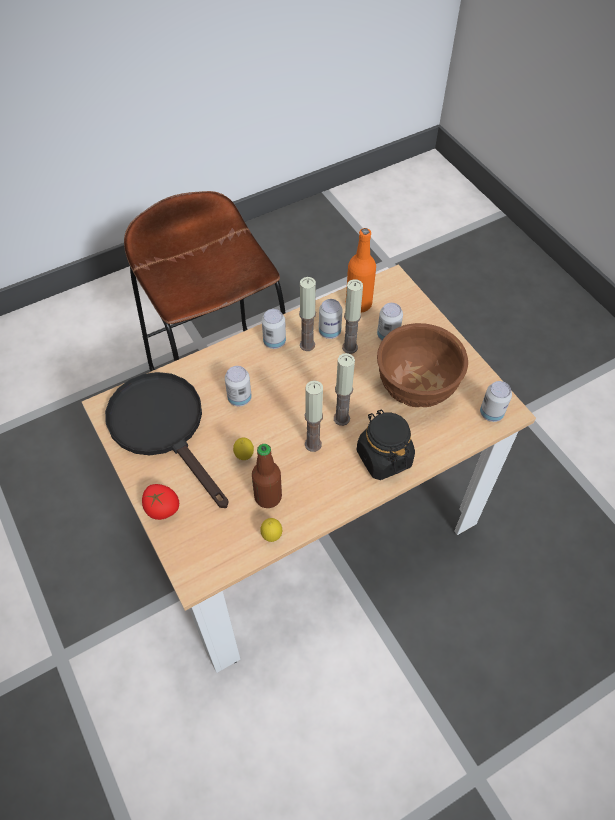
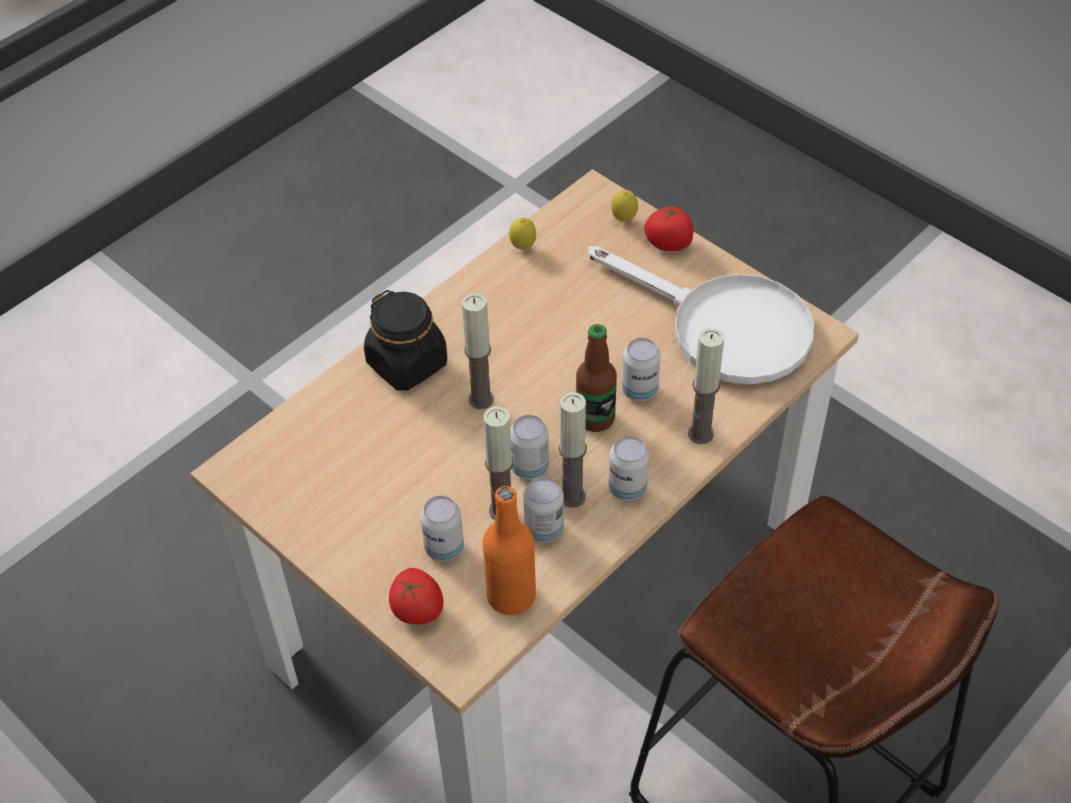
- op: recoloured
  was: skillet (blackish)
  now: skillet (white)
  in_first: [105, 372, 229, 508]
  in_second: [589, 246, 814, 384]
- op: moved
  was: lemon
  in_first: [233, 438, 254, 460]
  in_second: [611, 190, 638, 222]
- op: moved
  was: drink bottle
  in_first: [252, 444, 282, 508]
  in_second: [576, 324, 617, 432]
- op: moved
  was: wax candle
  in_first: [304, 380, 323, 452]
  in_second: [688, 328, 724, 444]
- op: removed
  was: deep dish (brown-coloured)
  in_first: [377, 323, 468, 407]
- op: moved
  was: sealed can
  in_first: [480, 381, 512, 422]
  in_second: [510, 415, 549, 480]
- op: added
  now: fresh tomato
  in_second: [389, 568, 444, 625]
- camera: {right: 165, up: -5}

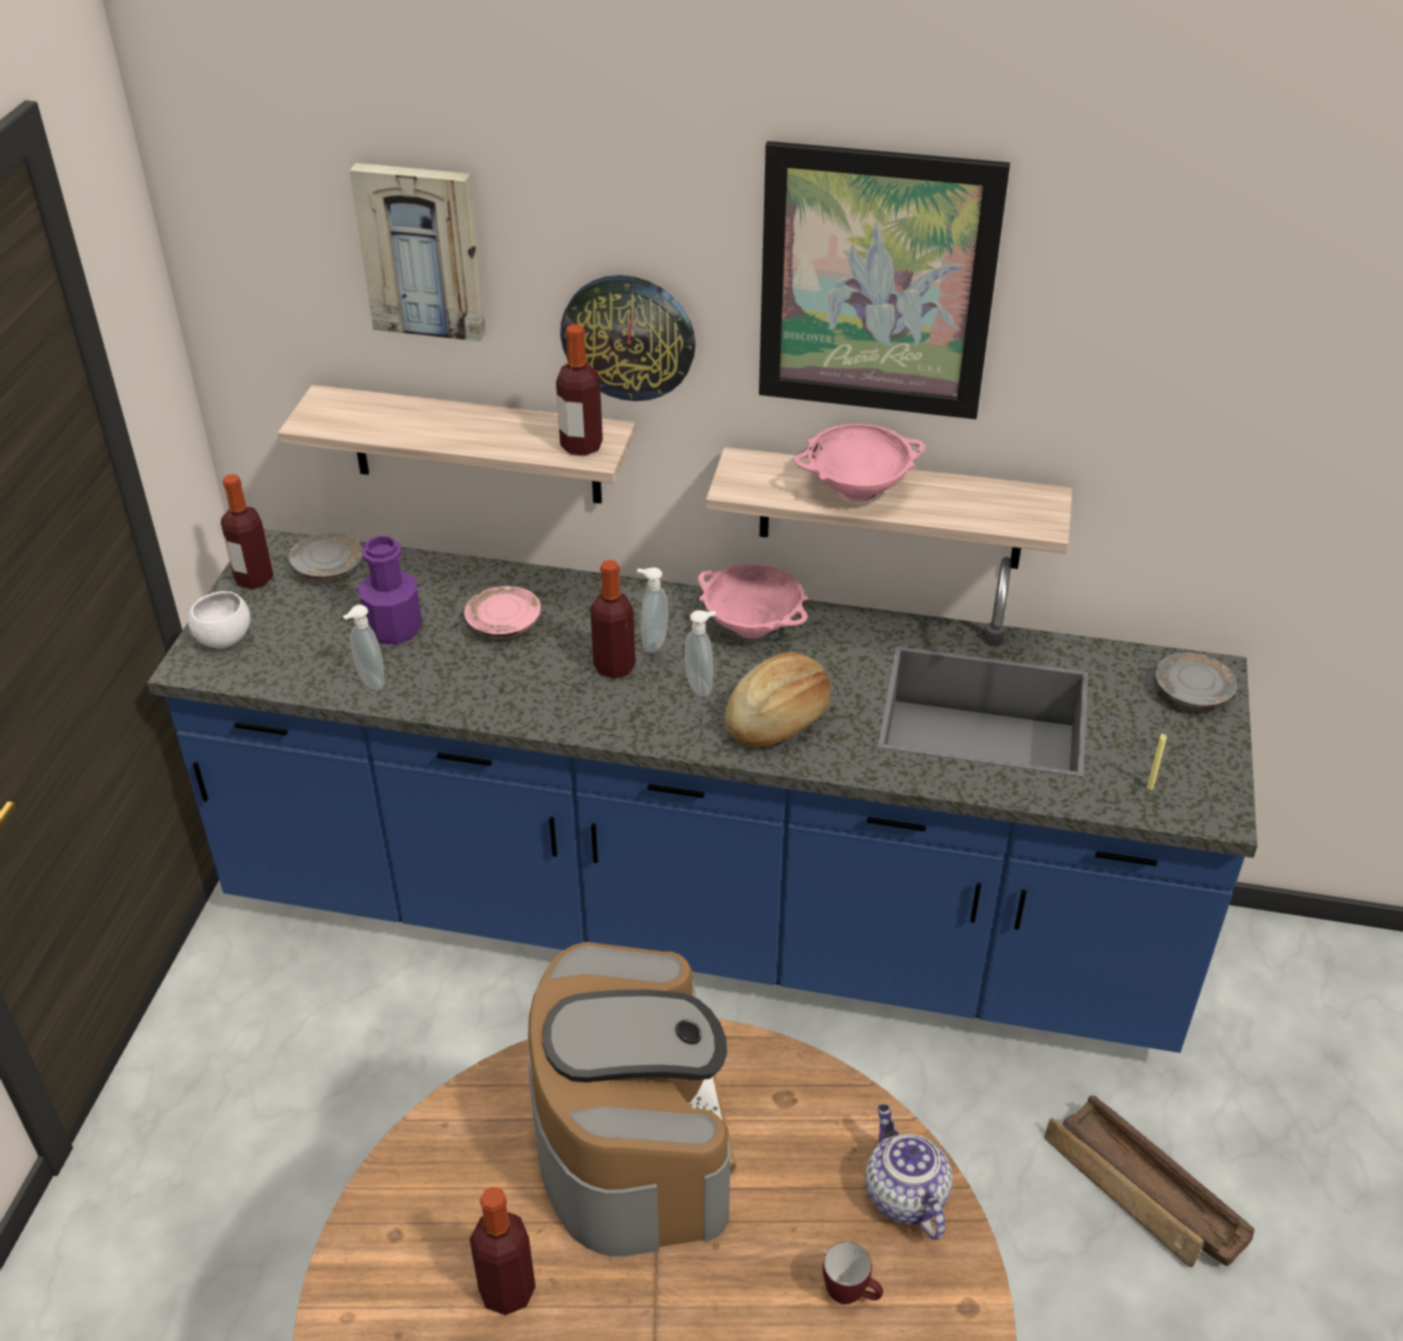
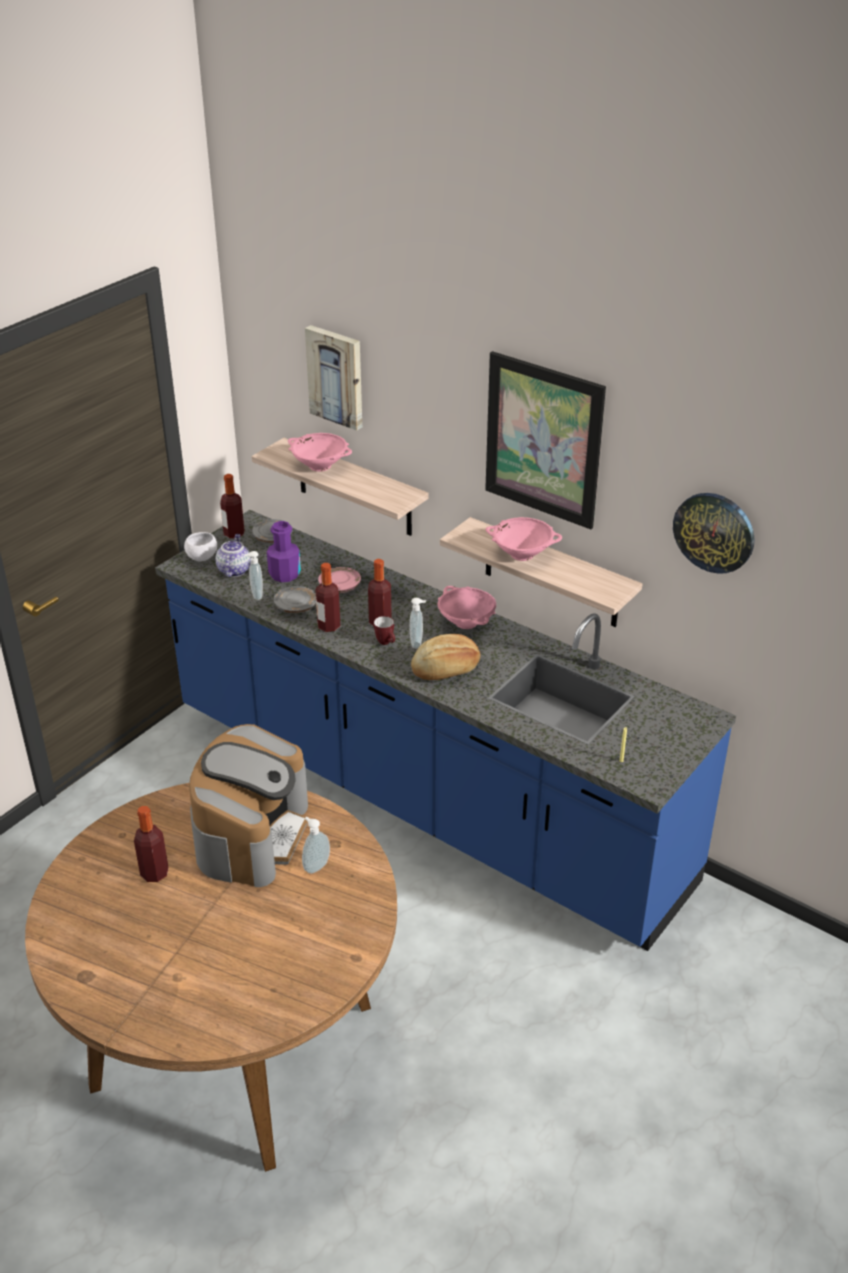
- op: moved
  was: drink bottle
  in_first: [556, 324, 603, 456]
  in_second: [316, 563, 340, 632]
- op: moved
  was: wall clock
  in_first: [560, 275, 696, 401]
  in_second: [673, 493, 755, 574]
- op: moved
  was: liquid soap bottle
  in_first: [637, 567, 668, 653]
  in_second: [302, 817, 330, 874]
- op: moved
  was: tea mug
  in_first: [823, 1242, 883, 1304]
  in_second: [374, 616, 395, 645]
- op: moved
  was: pot for tea
  in_first: [865, 1104, 952, 1240]
  in_second: [215, 534, 251, 577]
- op: removed
  was: packing crate
  in_first: [1044, 1096, 1254, 1267]
- op: moved
  was: flat dish (gray)
  in_first: [1155, 653, 1237, 709]
  in_second: [274, 586, 316, 614]
- op: added
  now: deep dish (pink-coloured)
  in_second: [288, 433, 352, 472]
- camera: {right: 25, up: -5}

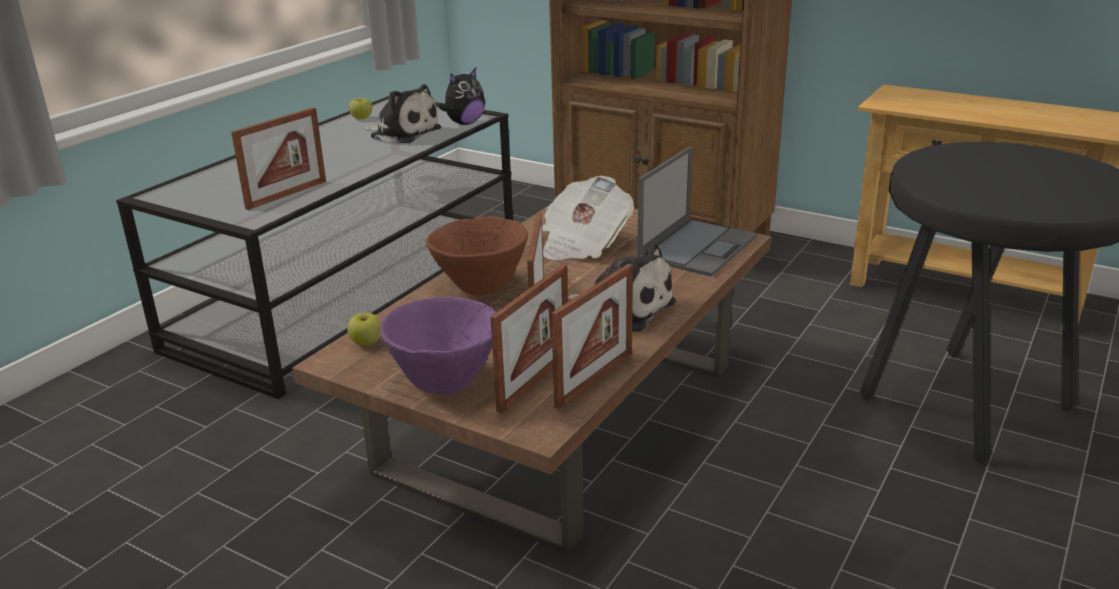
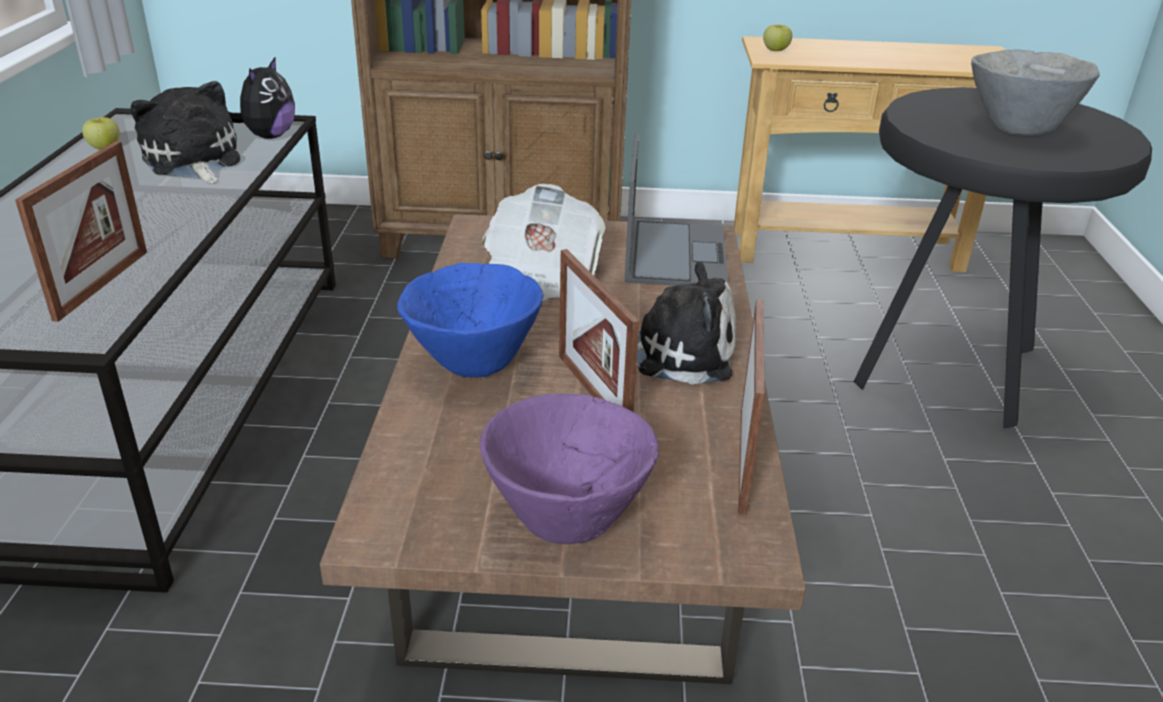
- op: moved
  was: apple
  in_first: [347, 313, 381, 346]
  in_second: [763, 24, 792, 51]
- op: turned
  was: soft toy
  in_first: [363, 84, 442, 144]
  in_second: [131, 81, 240, 184]
  clockwise: -120
- op: recoloured
  was: deep dish (brown-coloured)
  now: deep dish (bluish)
  in_first: [426, 216, 528, 295]
  in_second: [397, 263, 543, 378]
- op: removed
  was: standing frame
  in_first: [491, 264, 568, 413]
- op: added
  now: deep dish (gray)
  in_second: [971, 49, 1100, 136]
- camera: {right: -30, up: 5}

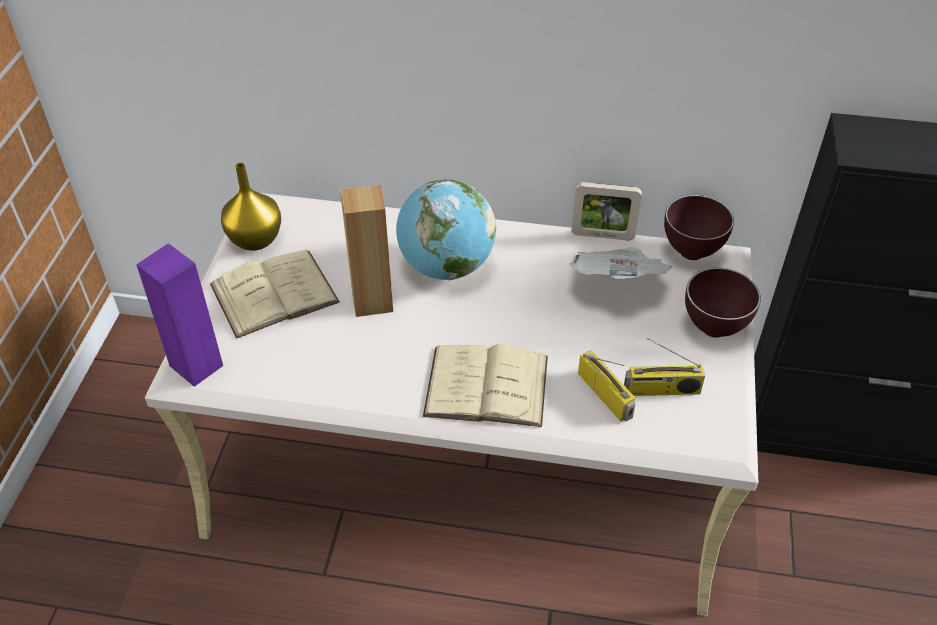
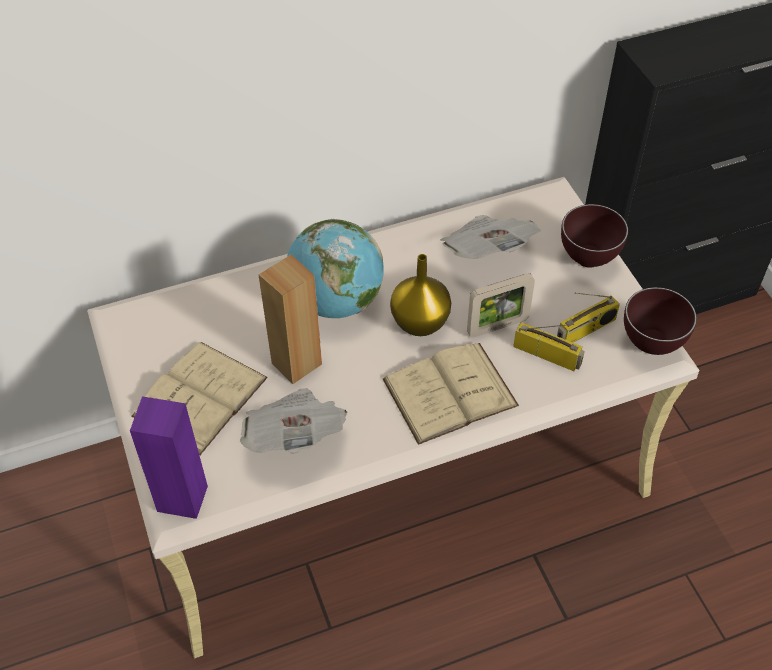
- op: moved
  was: decorative vase (yellowish)
  in_first: [221, 163, 281, 251]
  in_second: [390, 254, 451, 336]
- op: moved
  was: standing frame
  in_first: [572, 182, 642, 240]
  in_second: [467, 273, 535, 337]
- op: moved
  was: deep dish (brown-coloured)
  in_first: [664, 195, 734, 260]
  in_second: [624, 287, 697, 355]
- op: added
  now: daily paper
  in_second: [240, 388, 348, 454]
- camera: {right: -30, up: 5}

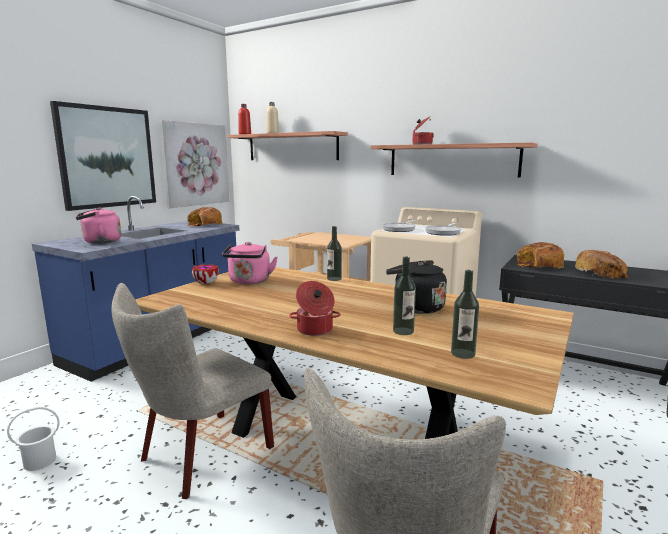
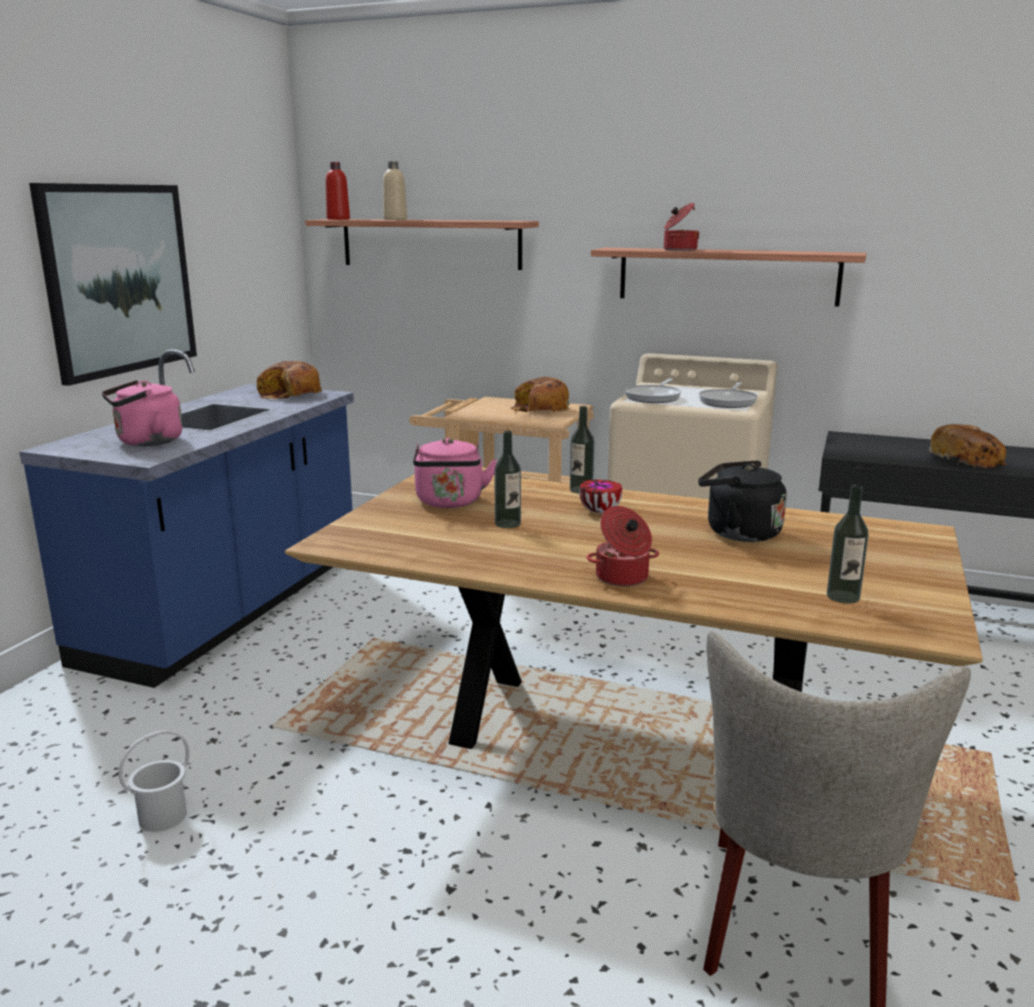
- op: removed
  was: plain chair (beige-coloured)
  in_first: [112, 283, 274, 499]
- op: removed
  was: wall picture
  in_first: [160, 120, 229, 208]
- op: moved
  was: deep dish
  in_first: [192, 264, 219, 284]
  in_second: [579, 480, 622, 513]
- op: moved
  was: drink bottle
  in_first: [393, 257, 416, 335]
  in_second: [494, 431, 521, 528]
- op: moved
  was: bread
  in_first: [516, 242, 564, 268]
  in_second: [511, 377, 570, 412]
- camera: {right: -10, up: 5}

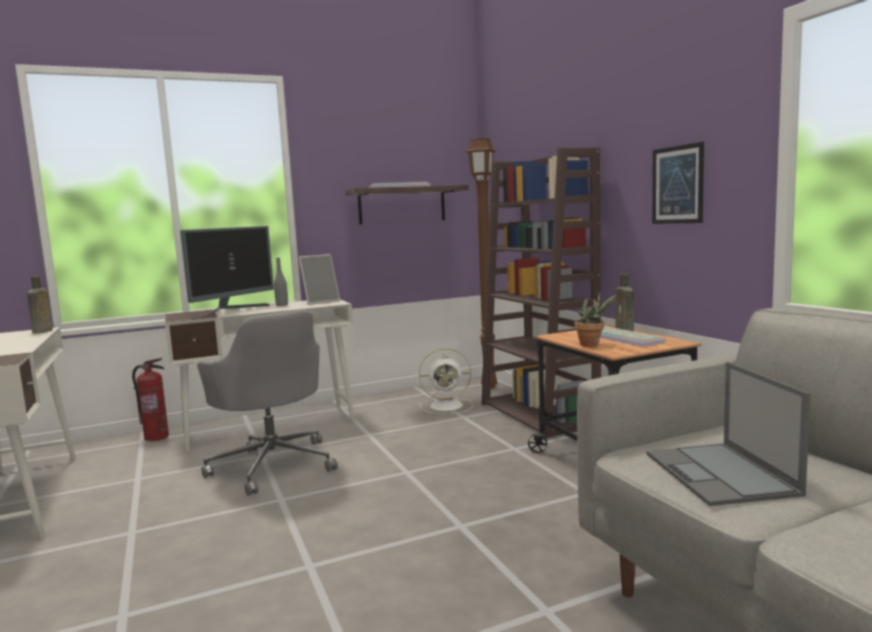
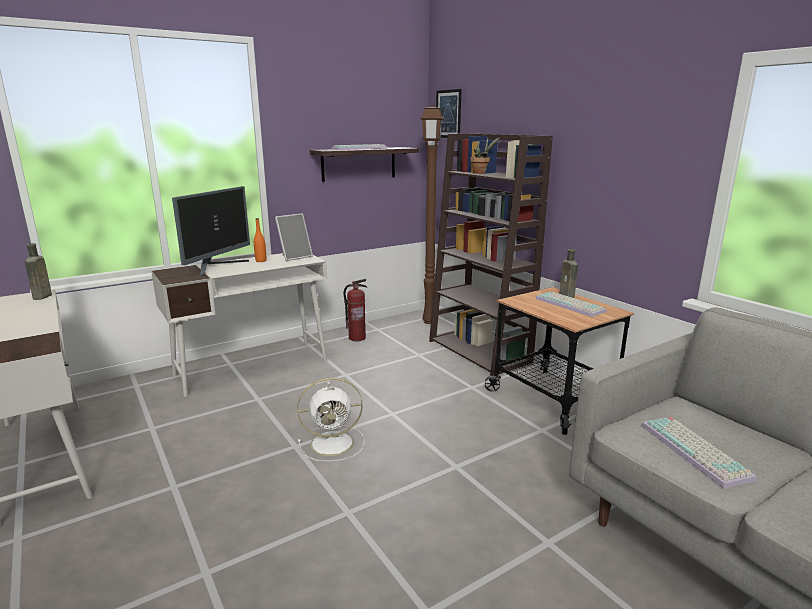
- op: moved
  was: fire extinguisher
  in_first: [132, 358, 169, 441]
  in_second: [343, 279, 367, 341]
- op: removed
  was: desk chair (gray)
  in_first: [197, 310, 338, 496]
- op: recoloured
  was: drink bottle (gray)
  now: drink bottle (orangey)
  in_first: [274, 258, 288, 306]
  in_second: [254, 218, 266, 262]
- op: moved
  was: electric fan (white)
  in_first: [419, 348, 473, 414]
  in_second: [297, 377, 365, 462]
- op: moved
  was: potted plant
  in_first: [575, 292, 617, 347]
  in_second: [470, 137, 500, 174]
- op: replaced
  was: notebook computer
  now: computer keyboard
  in_first: [647, 362, 811, 506]
  in_second: [641, 417, 757, 489]
- op: moved
  was: wall picture
  in_first: [652, 142, 704, 224]
  in_second: [436, 89, 461, 138]
- camera: {right: -10, up: 10}

